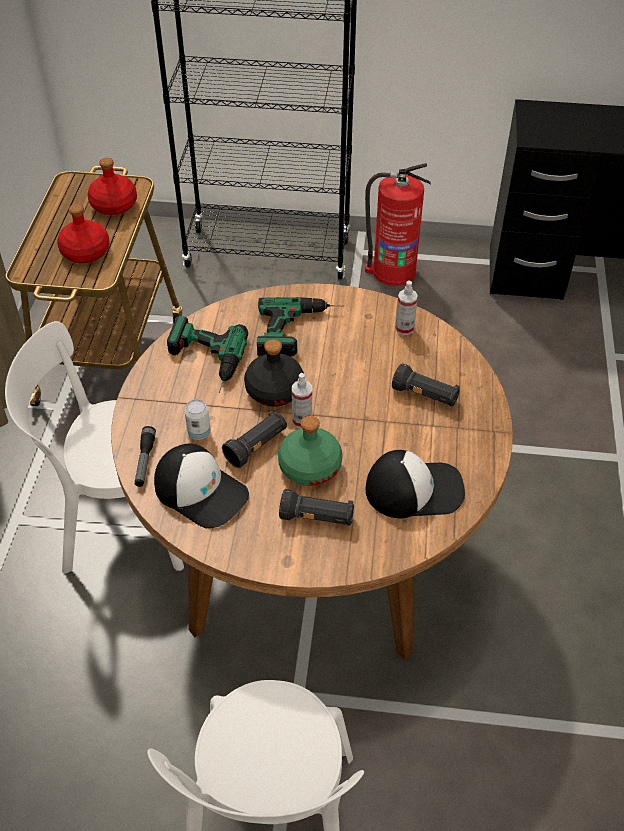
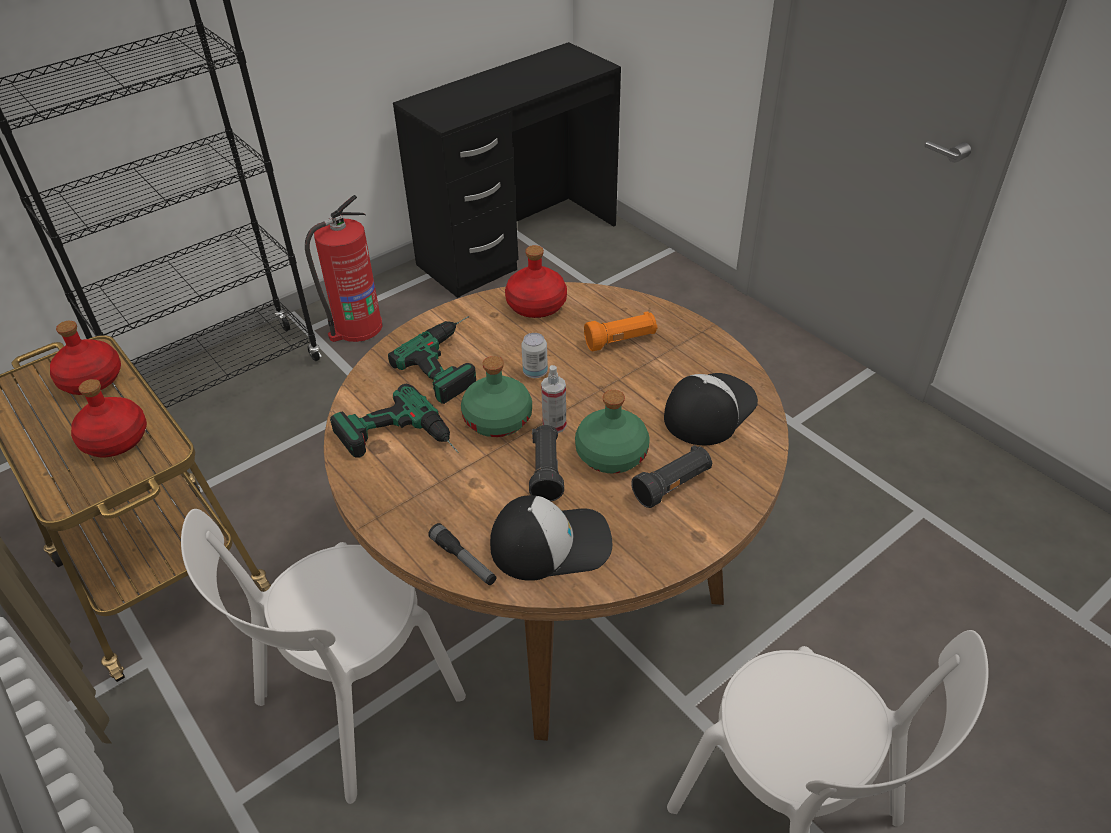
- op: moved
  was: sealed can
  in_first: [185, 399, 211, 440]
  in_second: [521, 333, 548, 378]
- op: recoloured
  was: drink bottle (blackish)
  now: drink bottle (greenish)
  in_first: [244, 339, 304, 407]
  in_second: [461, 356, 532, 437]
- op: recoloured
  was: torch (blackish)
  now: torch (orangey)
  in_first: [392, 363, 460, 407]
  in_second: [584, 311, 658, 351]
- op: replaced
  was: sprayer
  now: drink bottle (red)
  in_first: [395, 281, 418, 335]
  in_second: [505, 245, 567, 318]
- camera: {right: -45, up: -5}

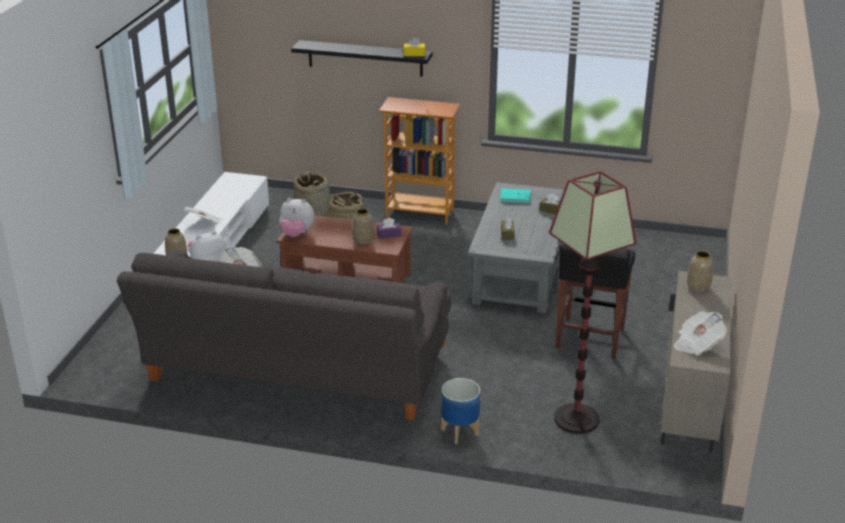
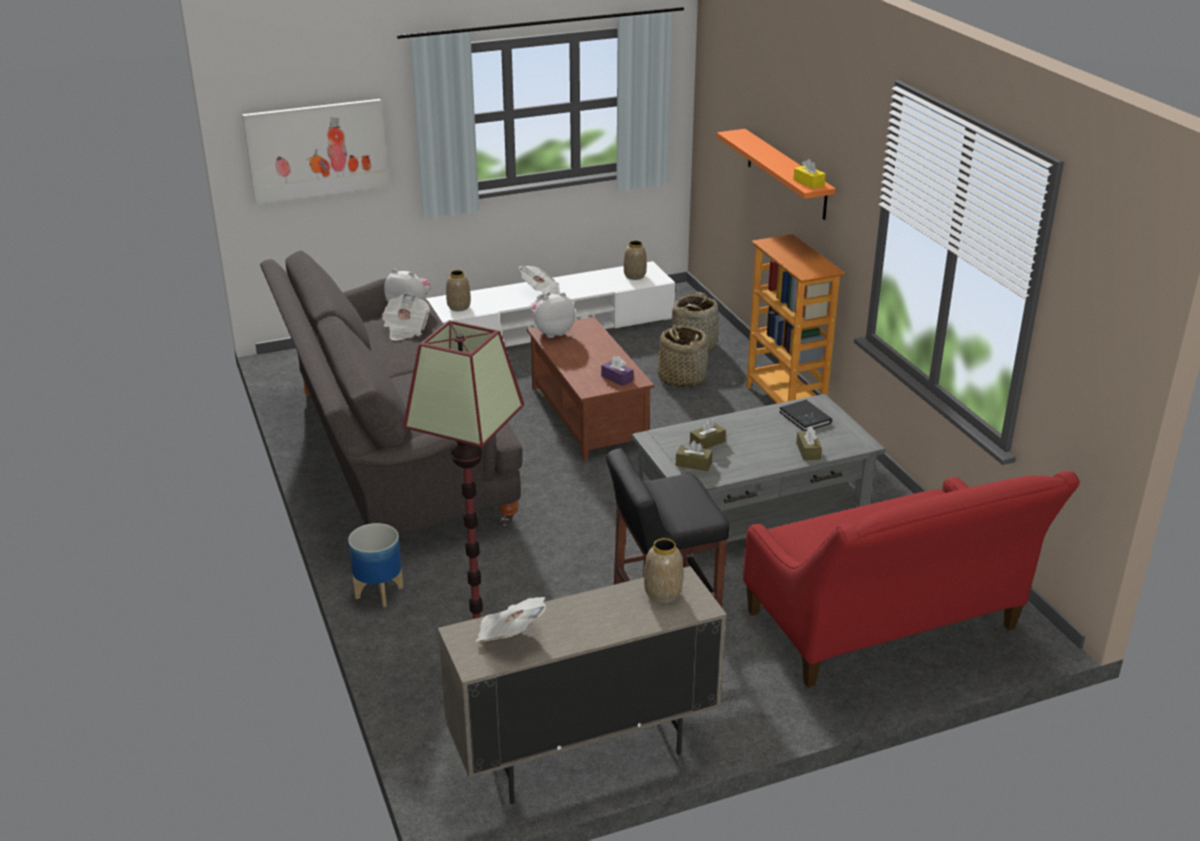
- op: turned
  was: soft toy
  in_first: [279, 198, 314, 237]
  in_second: [531, 292, 576, 338]
  clockwise: 90
- op: recoloured
  was: wall shelf (blackish)
  now: wall shelf (orangey)
  in_first: [291, 40, 433, 77]
  in_second: [717, 129, 836, 220]
- op: moved
  was: decorative vase
  in_first: [352, 208, 374, 245]
  in_second: [624, 240, 647, 280]
- op: recoloured
  was: volume (blue-green)
  now: volume (blackish)
  in_first: [501, 188, 531, 204]
  in_second: [779, 400, 832, 431]
- op: added
  now: wall picture
  in_second: [242, 99, 389, 204]
- op: added
  now: tissue box (brown-coloured)
  in_second: [676, 441, 712, 471]
- op: added
  now: settee (red)
  in_second: [743, 471, 1080, 688]
- camera: {right: 55, up: 0}

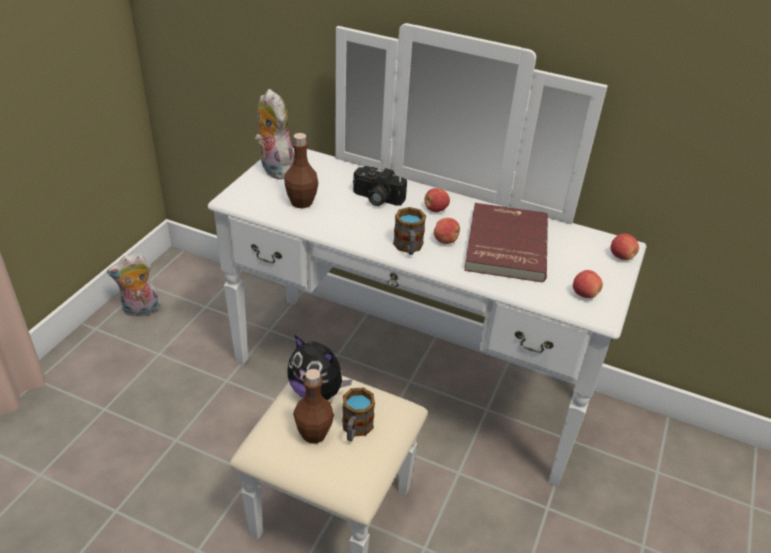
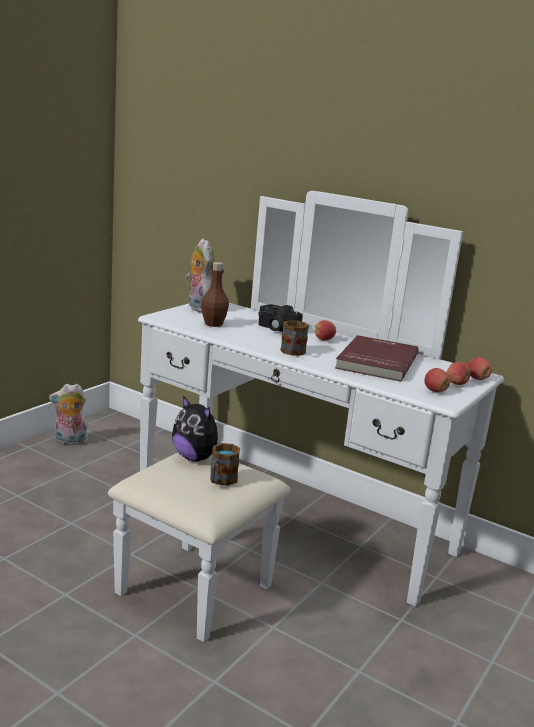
- op: removed
  was: drink bottle (brown-coloured)
  in_first: [293, 369, 334, 443]
- op: moved
  was: apple
  in_first: [434, 218, 460, 244]
  in_second: [447, 362, 471, 385]
- camera: {right: 10, up: -20}

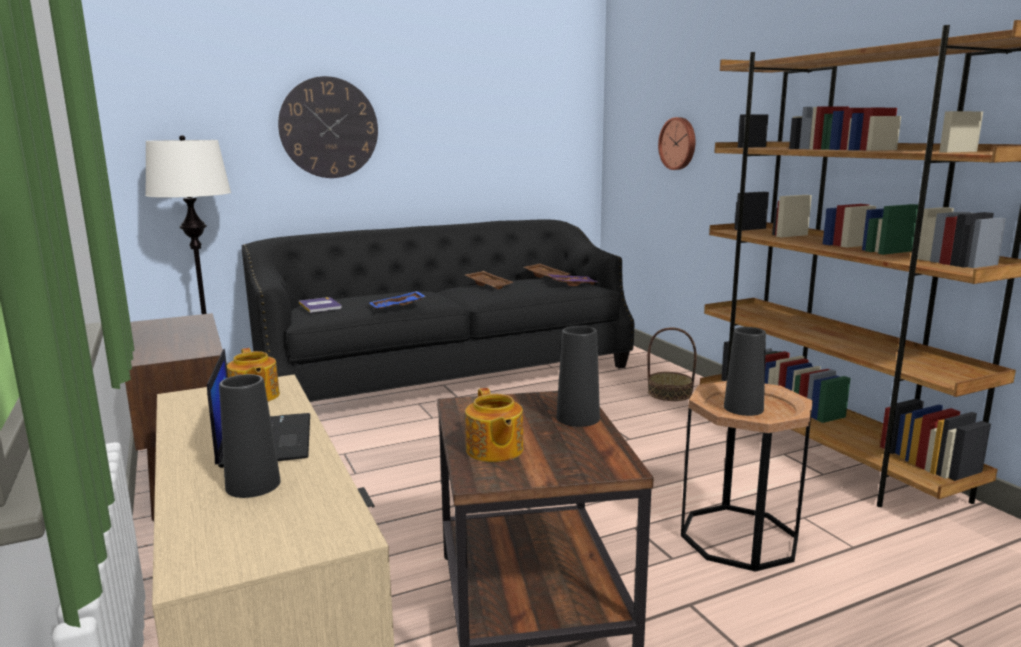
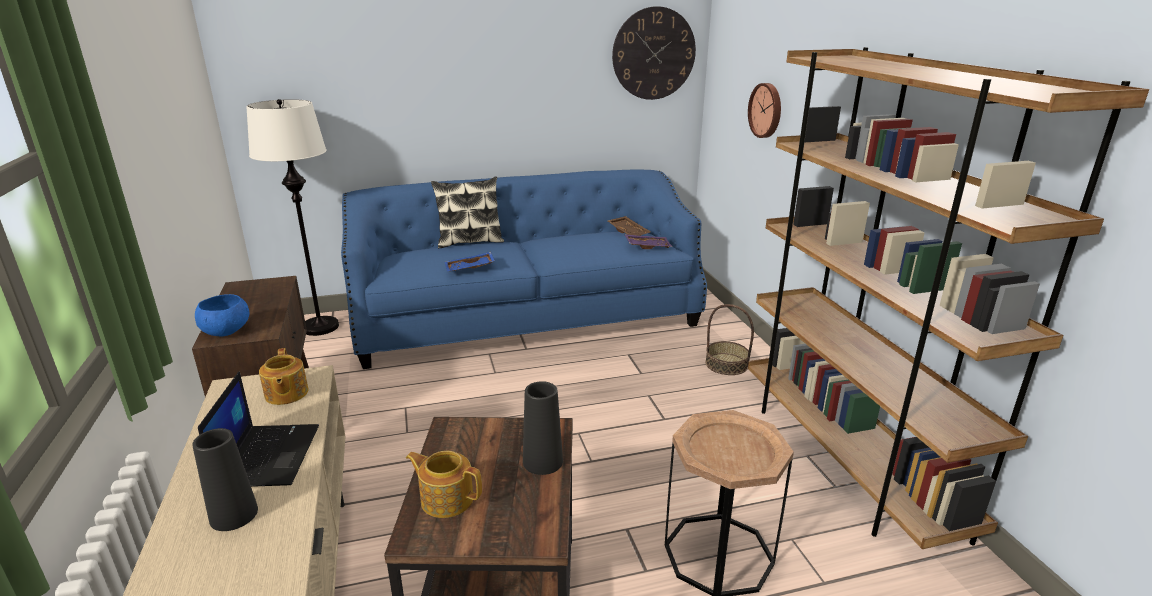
- op: recoloured
  was: settee (blackish)
  now: settee (bluish)
  in_first: [242, 220, 634, 402]
  in_second: [341, 170, 707, 369]
- op: moved
  was: wall clock
  in_first: [278, 76, 378, 178]
  in_second: [612, 6, 696, 100]
- op: removed
  was: volume
  in_first: [299, 297, 342, 313]
- op: removed
  was: carrying tray (brown-coloured)
  in_first: [465, 271, 513, 289]
- op: turned
  was: pot for tea
  in_first: [465, 388, 523, 462]
  in_second: [406, 451, 482, 518]
  clockwise: 120
- op: removed
  was: decorative vase (blackish)
  in_first: [724, 327, 766, 416]
- op: added
  now: deep dish (bluish)
  in_second: [195, 294, 249, 336]
- op: added
  now: pillow
  in_second: [431, 176, 504, 248]
- camera: {right: 10, up: 10}

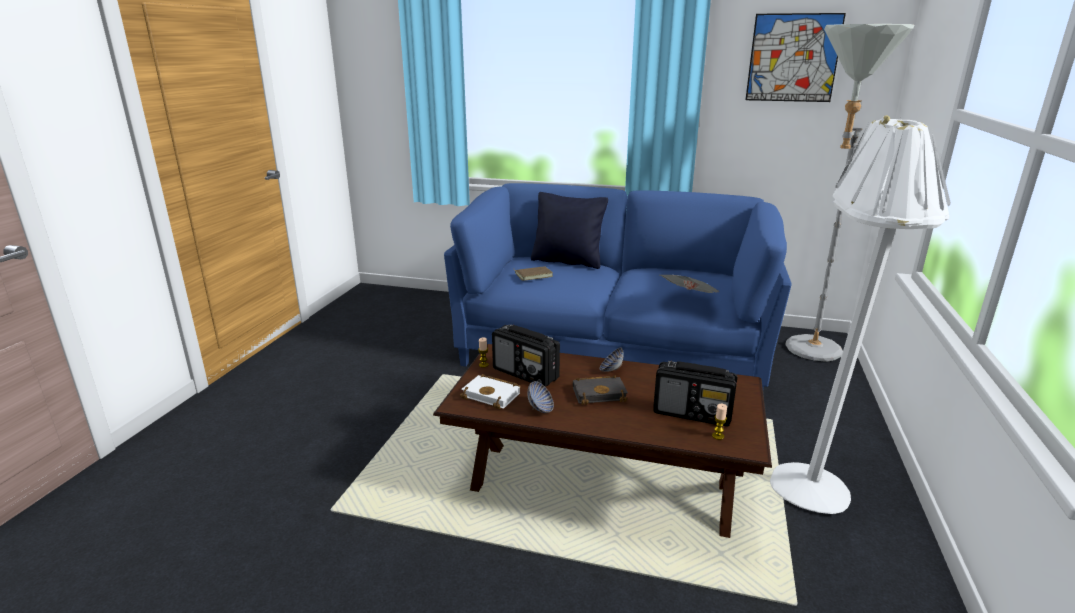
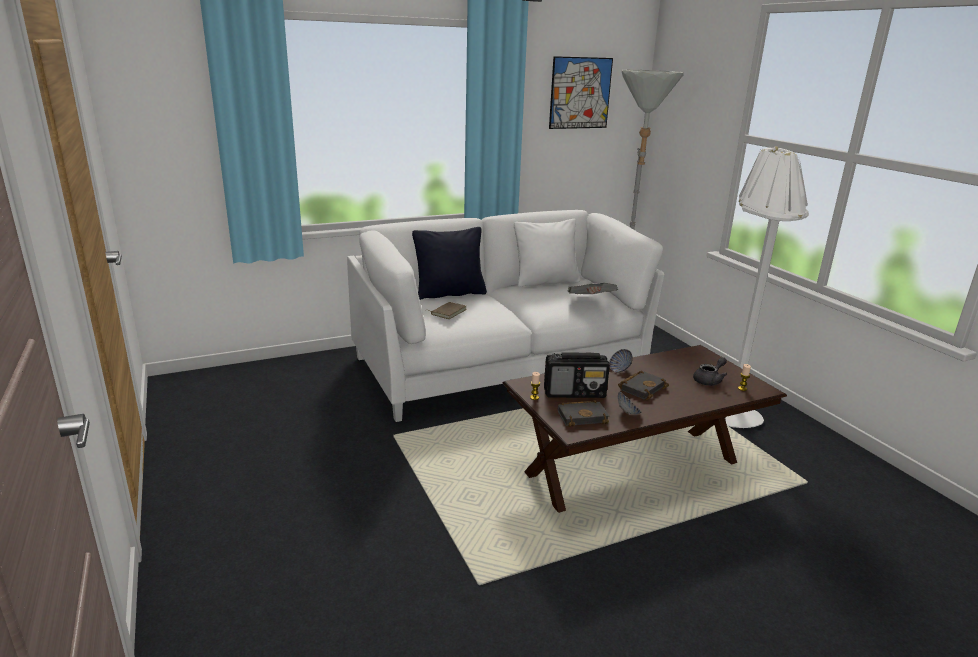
- op: recoloured
  was: settee (bluish)
  now: settee (white)
  in_first: [444, 183, 791, 389]
  in_second: [347, 210, 664, 422]
- op: recoloured
  was: volume (white)
  now: volume (blackish)
  in_first: [460, 374, 521, 409]
  in_second: [557, 400, 609, 427]
- op: replaced
  was: radio receiver
  now: pot for tea (gray)
  in_first: [653, 361, 737, 427]
  in_second: [693, 357, 727, 386]
- op: added
  now: pillow (white)
  in_second: [514, 219, 580, 287]
- camera: {right: -40, up: 0}

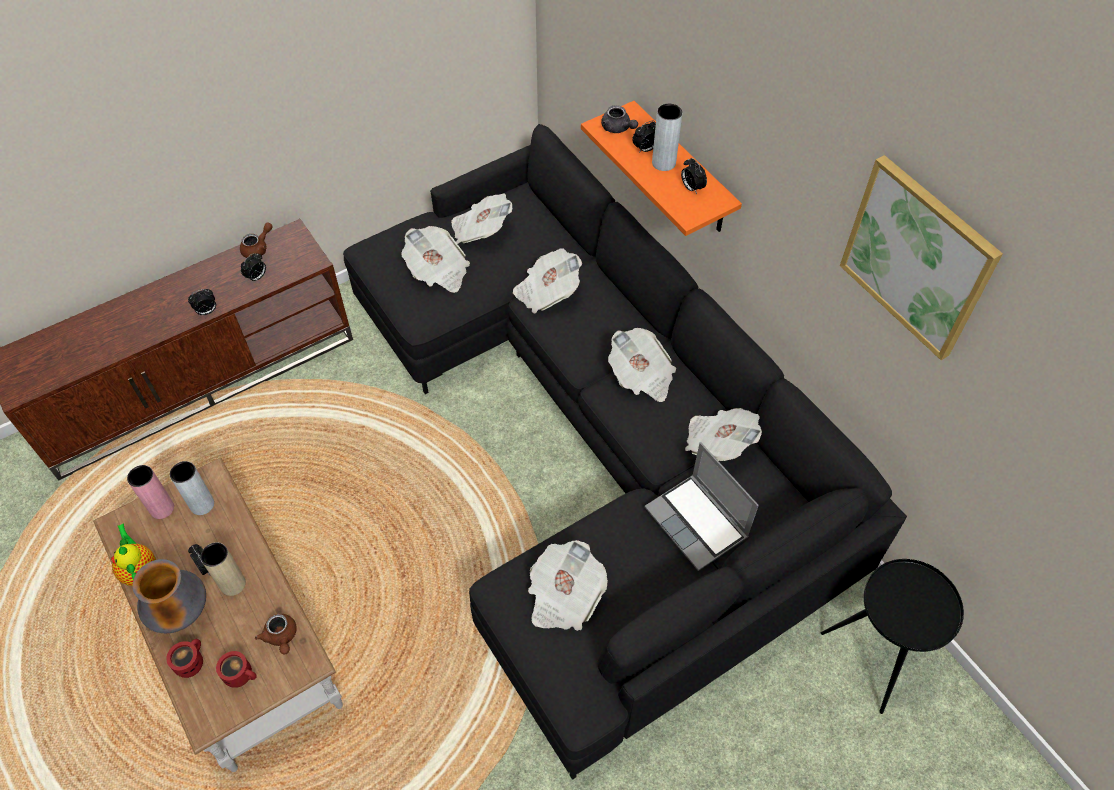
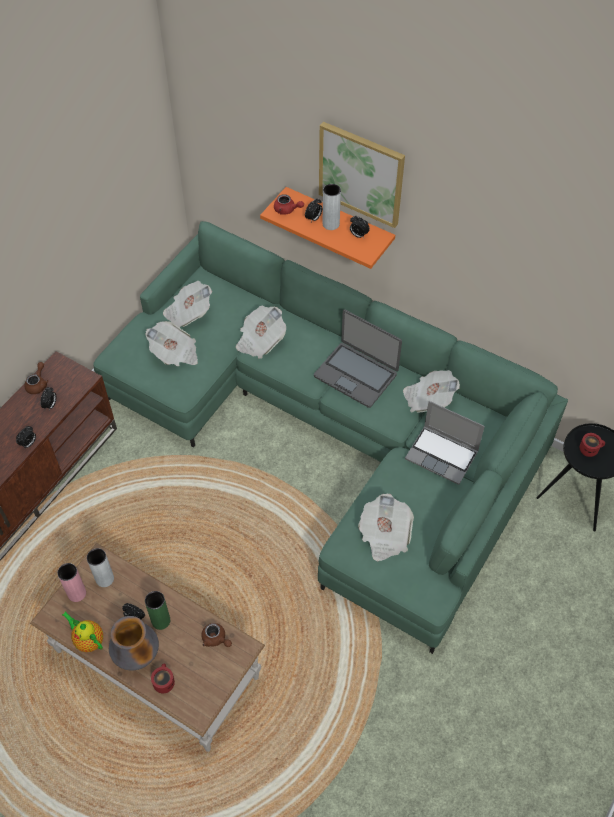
- op: recoloured
  was: decorative vase (beige-coloured)
  now: decorative vase (greenish)
  in_first: [201, 542, 246, 596]
  in_second: [145, 591, 170, 630]
- op: moved
  was: tea mug (red)
  in_first: [216, 651, 257, 688]
  in_second: [580, 433, 605, 457]
- op: recoloured
  was: settee (blackish)
  now: settee (greenish)
  in_first: [343, 124, 907, 780]
  in_second: [93, 221, 568, 654]
- op: recoloured
  was: pot for tea (gray)
  now: pot for tea (red)
  in_first: [601, 105, 638, 133]
  in_second: [274, 194, 304, 215]
- op: replaced
  was: daily paper
  now: notebook computer
  in_first: [608, 328, 676, 402]
  in_second: [314, 309, 402, 408]
- op: moved
  was: wall picture
  in_first: [840, 155, 1003, 360]
  in_second: [319, 122, 405, 228]
- camera: {right: -25, up: 0}

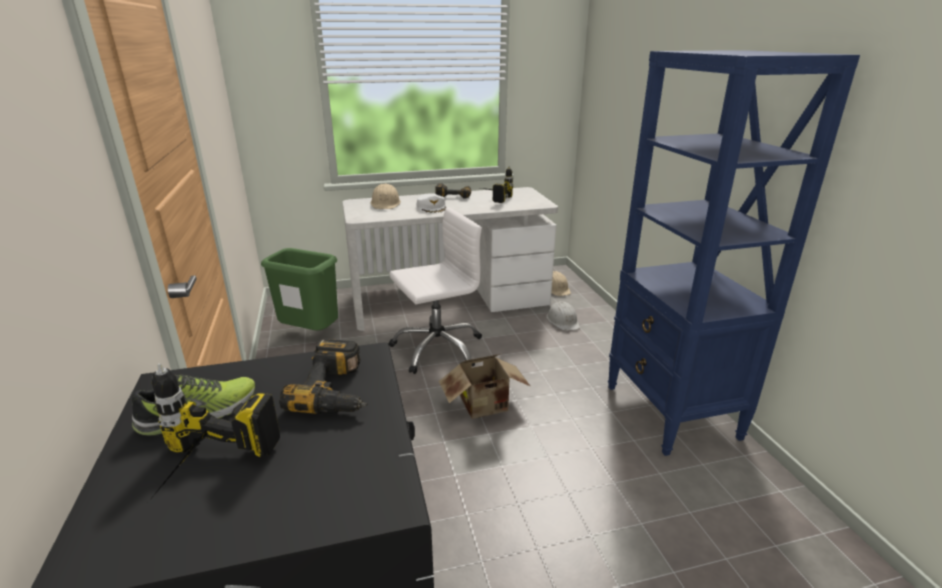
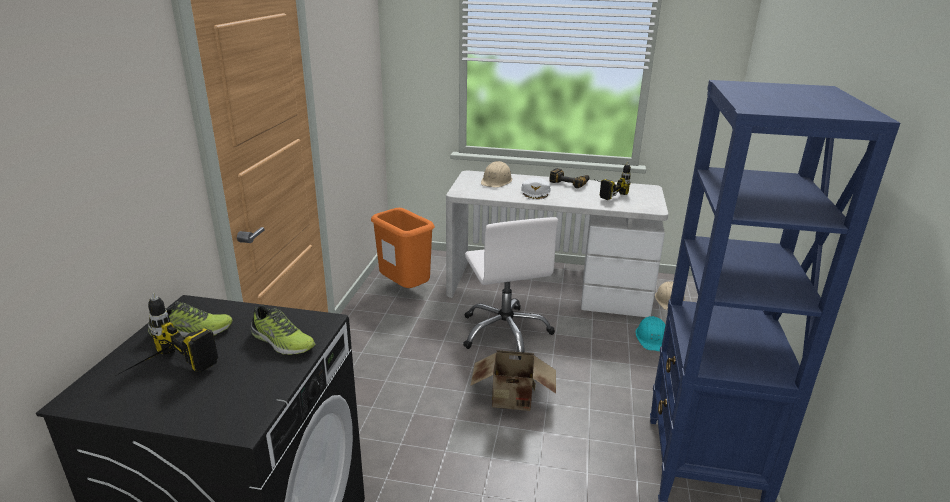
- op: recoloured
  was: trash can (greenish)
  now: trash can (orangey)
  in_first: [261, 248, 338, 330]
  in_second: [371, 208, 435, 288]
- op: replaced
  was: electric drill
  now: item of footwear
  in_first: [279, 339, 367, 414]
  in_second: [251, 305, 315, 355]
- op: turned
  was: desk chair (white)
  in_first: [389, 207, 482, 374]
  in_second: [463, 217, 558, 360]
  clockwise: 75
- op: recoloured
  was: hard hat (white)
  now: hard hat (blue-green)
  in_first: [546, 301, 580, 331]
  in_second: [635, 316, 665, 351]
- camera: {right: 25, up: 0}

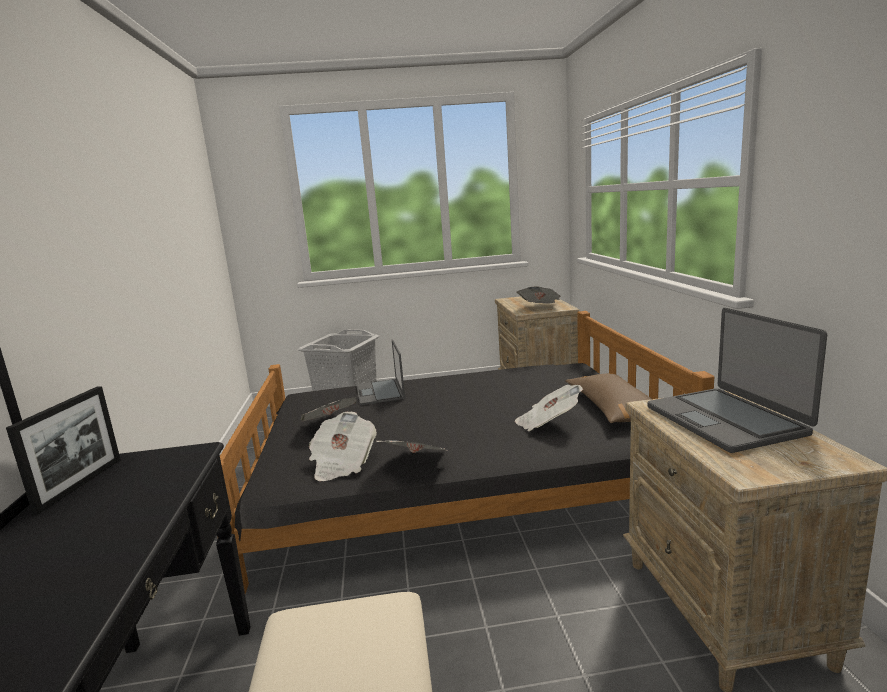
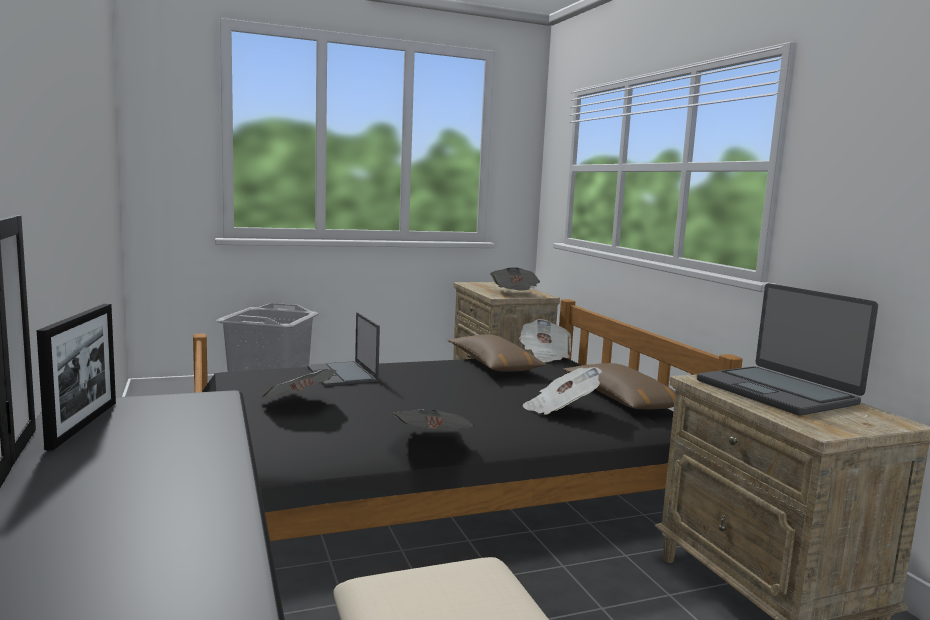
- op: moved
  was: daily paper
  in_first: [309, 412, 377, 481]
  in_second: [519, 319, 571, 362]
- op: added
  now: pillow (brown-coloured)
  in_second: [448, 334, 547, 372]
- camera: {right: -15, up: -5}

